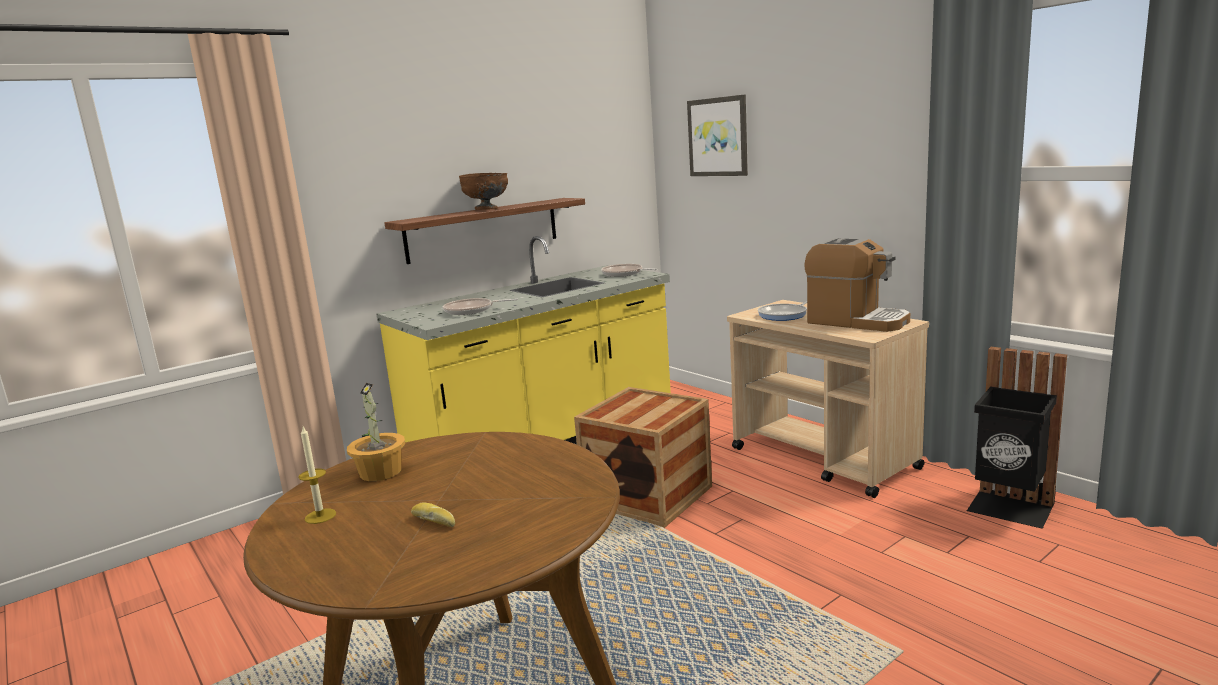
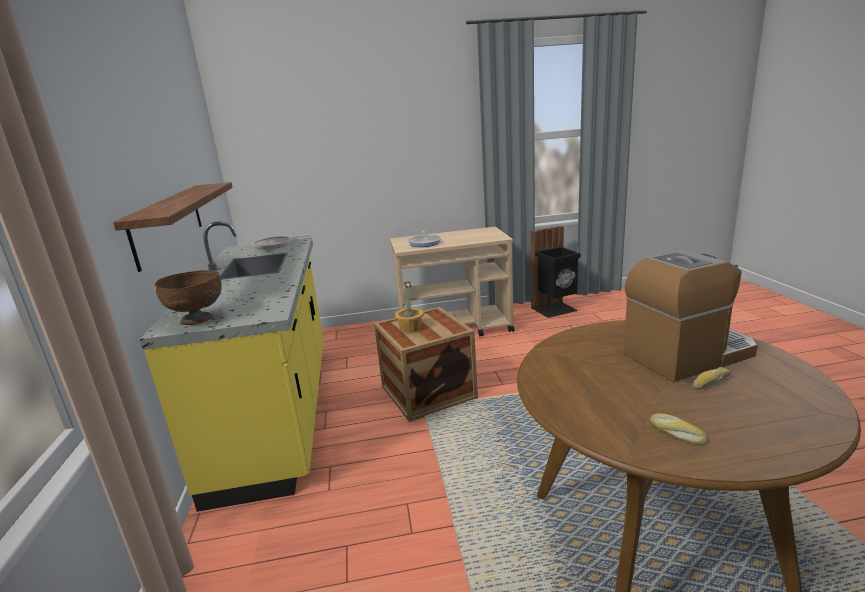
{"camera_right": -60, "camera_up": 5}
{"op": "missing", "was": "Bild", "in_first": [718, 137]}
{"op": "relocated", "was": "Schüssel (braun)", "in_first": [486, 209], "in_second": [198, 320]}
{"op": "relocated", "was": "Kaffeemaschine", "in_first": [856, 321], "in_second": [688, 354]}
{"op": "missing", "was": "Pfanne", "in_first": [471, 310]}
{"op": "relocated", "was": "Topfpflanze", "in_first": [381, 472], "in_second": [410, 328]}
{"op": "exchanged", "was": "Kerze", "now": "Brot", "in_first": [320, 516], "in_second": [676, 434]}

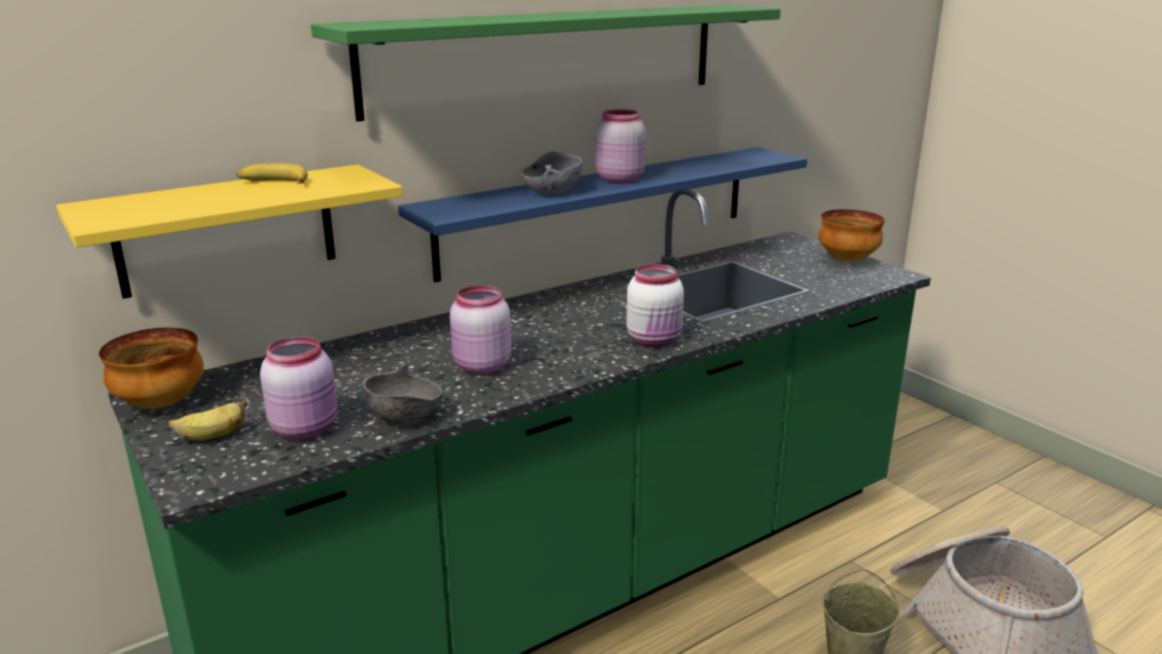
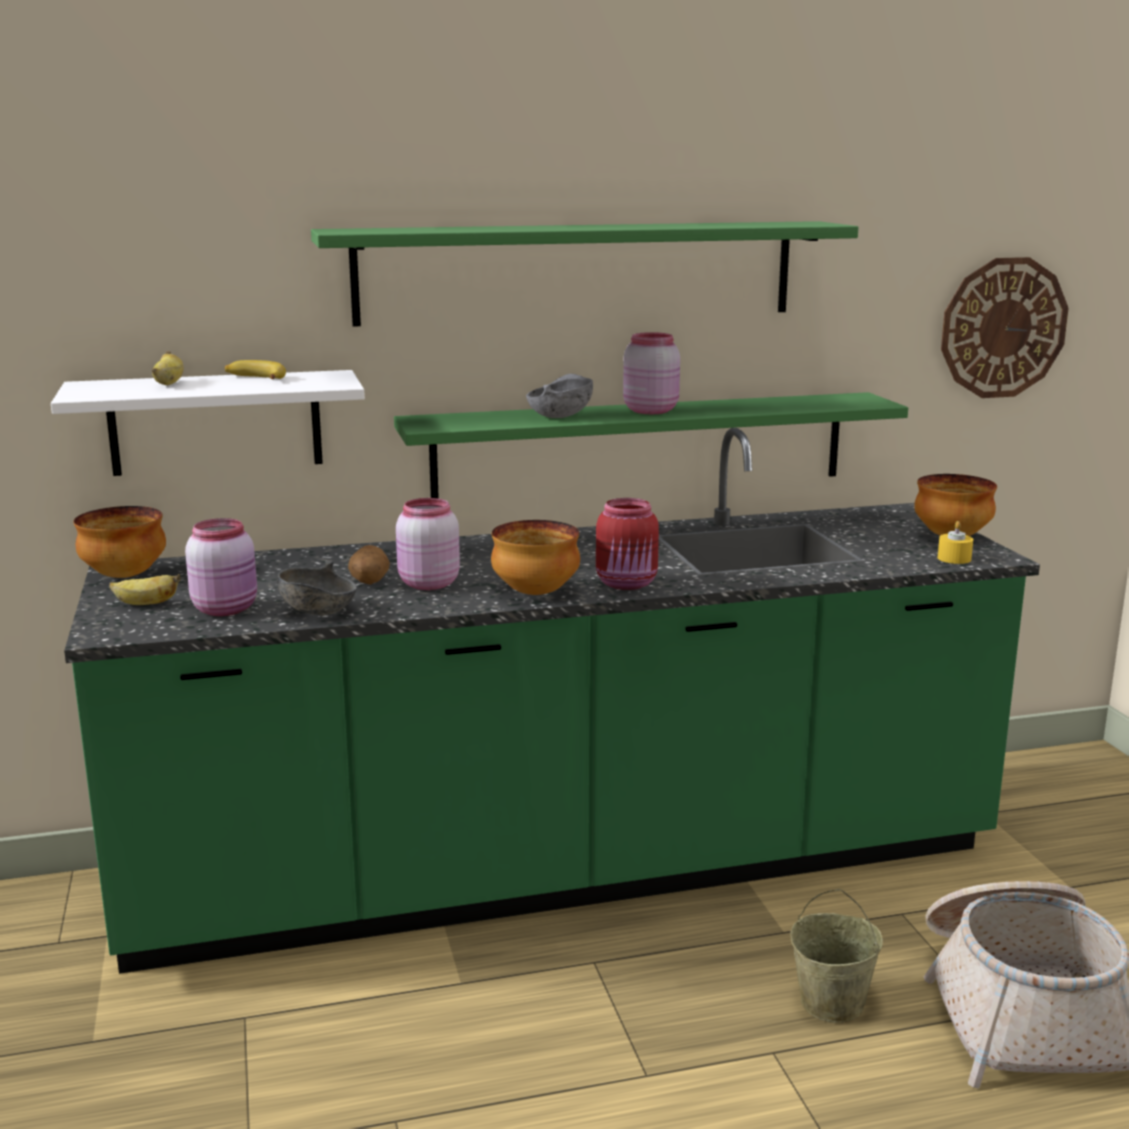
{"camera_right": 20, "camera_up": -5}
{"op": "colour", "was": "Wandregal (blau)", "now": "Wandregal (grün)", "in_first": [600, 209], "in_second": [641, 446]}
{"op": "colour", "was": "Wandregal (gelb)", "now": "Wandregal (weiß)", "in_first": [227, 230], "in_second": [215, 422]}
{"op": "colour", "was": "Vorratsglas (weiß)", "now": "Vorratsglas (rot)", "in_first": [655, 340], "in_second": [628, 584]}
{"op": "appeared", "now": "Wanduhr", "in_second": [1003, 328]}
{"op": "appeared", "now": "Banane", "in_second": [168, 384]}
{"op": "appeared", "now": "Schüssel", "in_second": [535, 593]}
{"op": "appeared", "now": "Kerze (gelb)", "in_second": [954, 558]}
{"op": "appeared", "now": "Kartoffel", "in_second": [369, 582]}

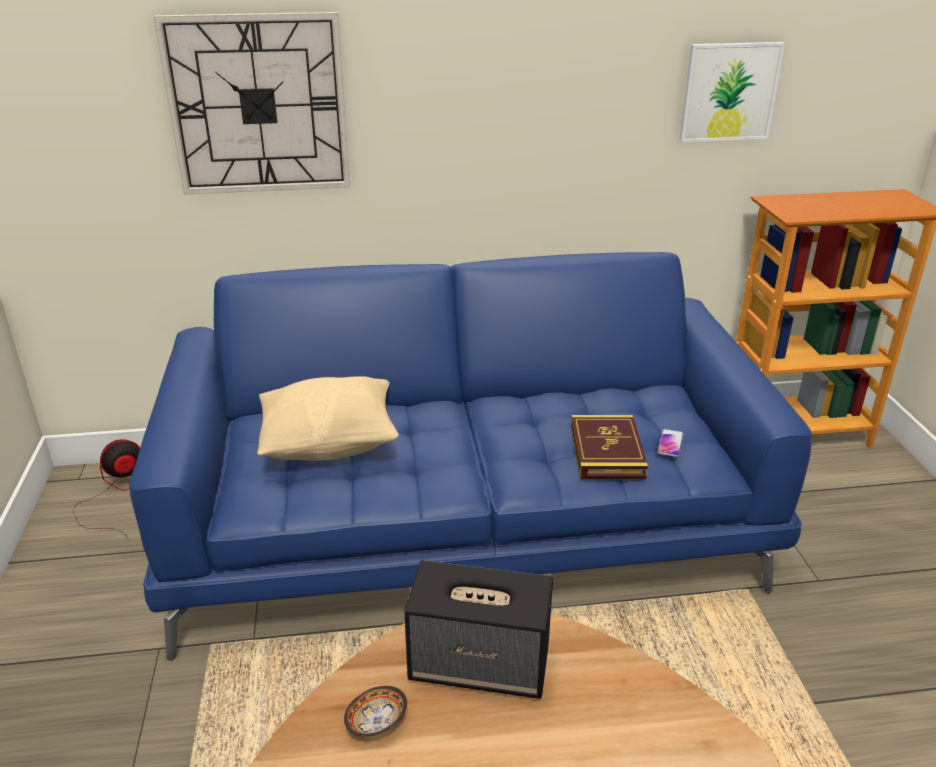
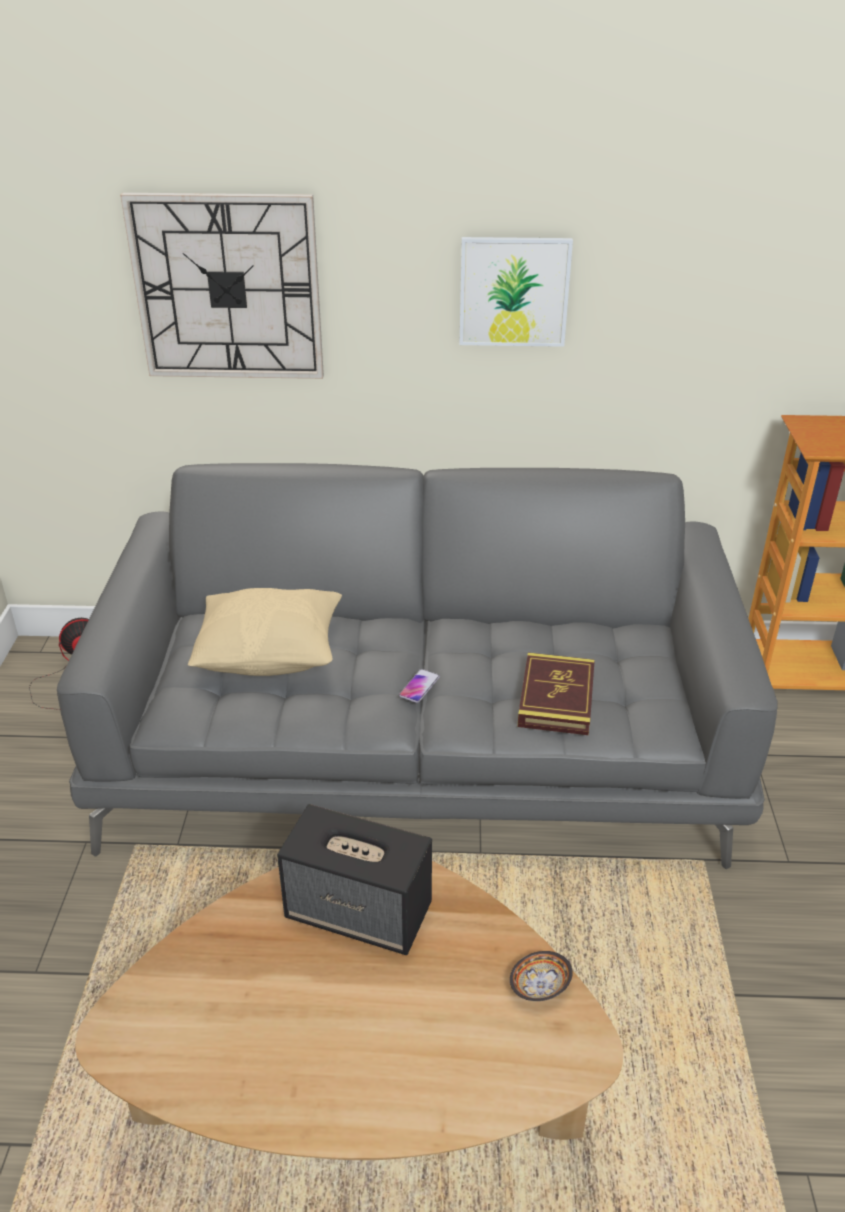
{"camera_right": 10, "camera_up": 5}
{"op": "relocated", "was": "Bild", "in_first": [729, 92], "in_second": [514, 292]}
{"op": "colour", "was": "Sofa (blau)", "now": "Sofa (grau)", "in_first": [467, 521], "in_second": [422, 745]}
{"op": "relocated", "was": "Handy", "in_first": [670, 443], "in_second": [419, 686]}
{"op": "relocated", "was": "Schüssel", "in_first": [376, 722], "in_second": [539, 986]}

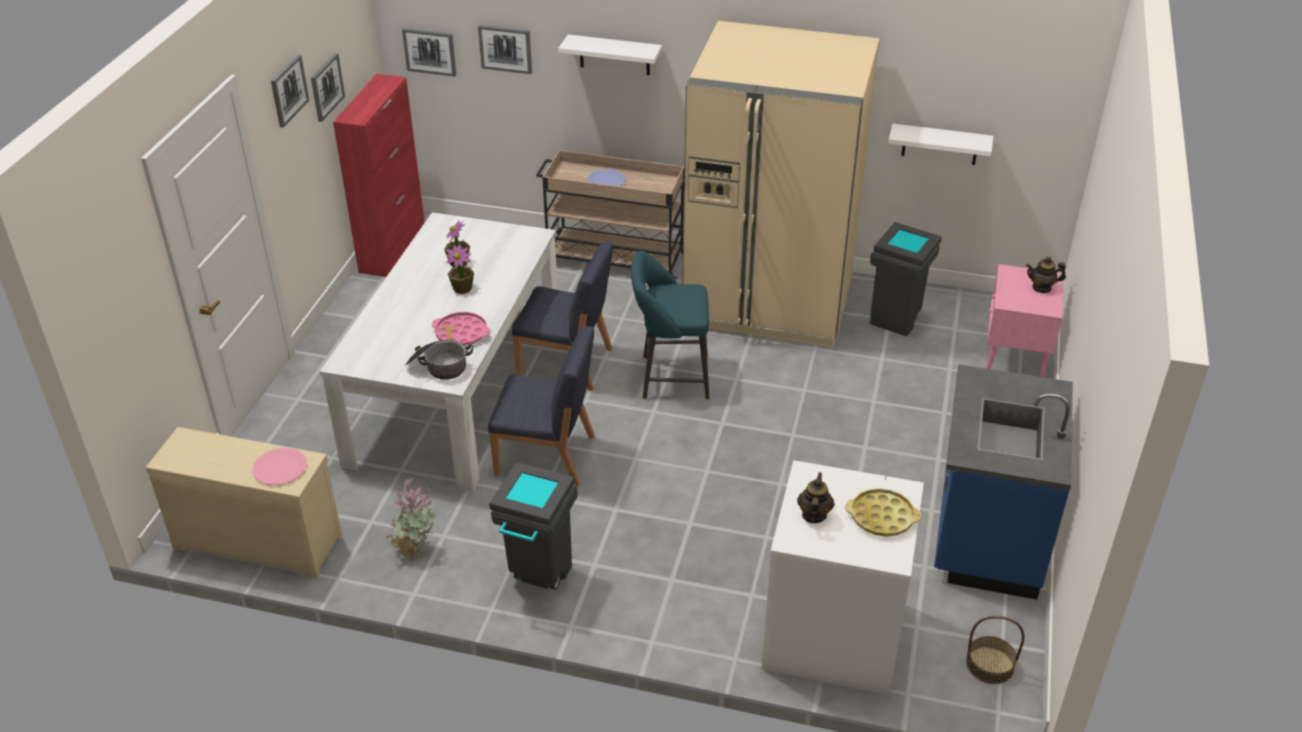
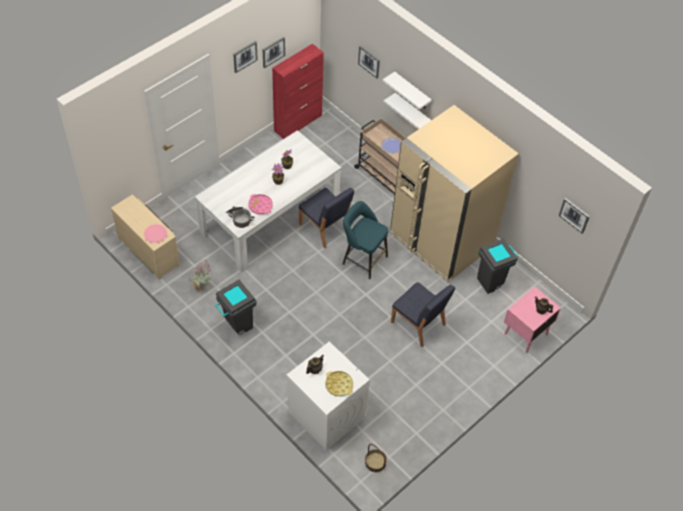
{"camera_right": 30, "camera_up": 15}
{"op": "relocated", "was": "Bild", "in_first": [430, 51], "in_second": [574, 215]}
{"op": "relocated", "was": "Wandregal (weiß)", "in_first": [940, 144], "in_second": [412, 112]}
{"op": "relocated", "was": "Stuhl (blau)", "in_first": [546, 456], "in_second": [418, 324]}
{"op": "missing", "was": "Küchenzeile (blau)", "in_first": [985, 536]}

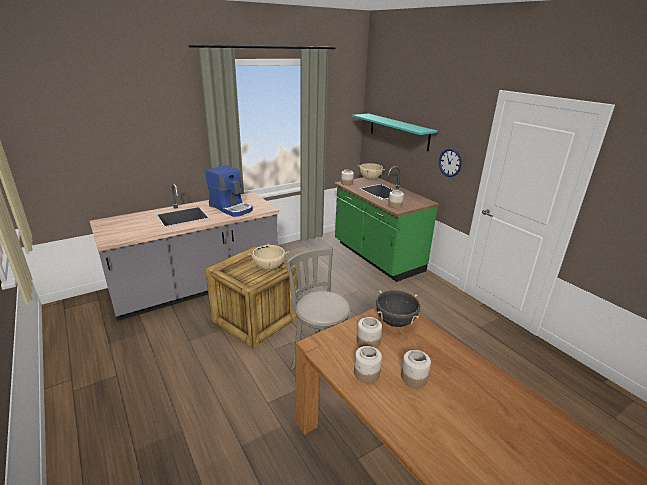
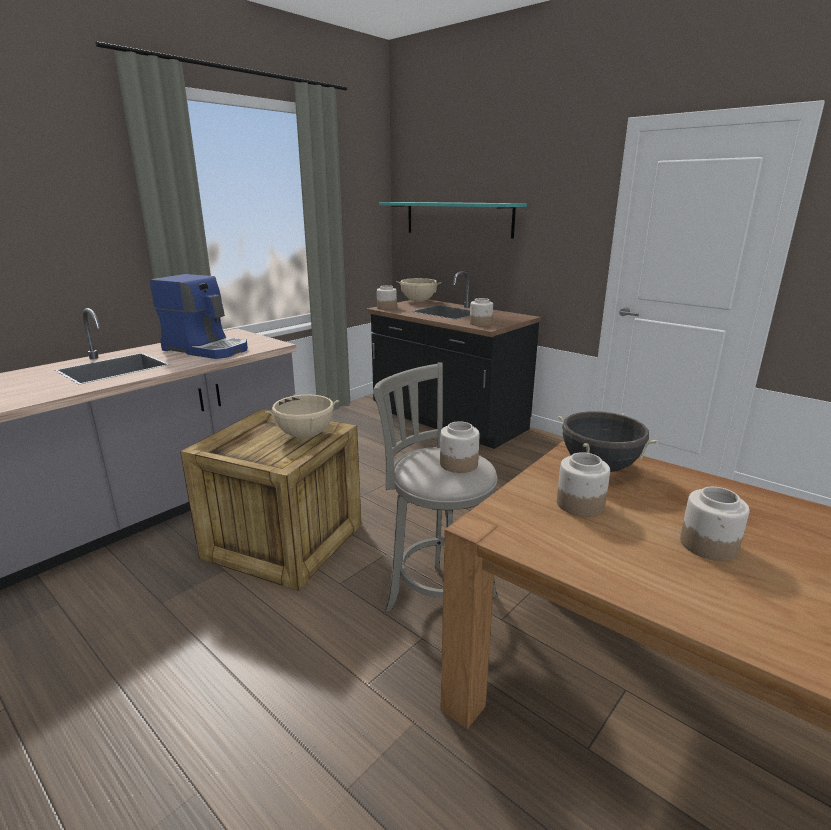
{"camera_right": -15, "camera_up": -5}
{"op": "missing", "was": "Wanduhr", "in_first": [450, 162]}
{"op": "colour", "was": "Küchenzeile (grün)", "now": "Küchenzeile (schwarz)", "in_first": [377, 257], "in_second": [447, 421]}
{"op": "relocated", "was": "Vorratsglas", "in_first": [366, 373], "in_second": [459, 464]}

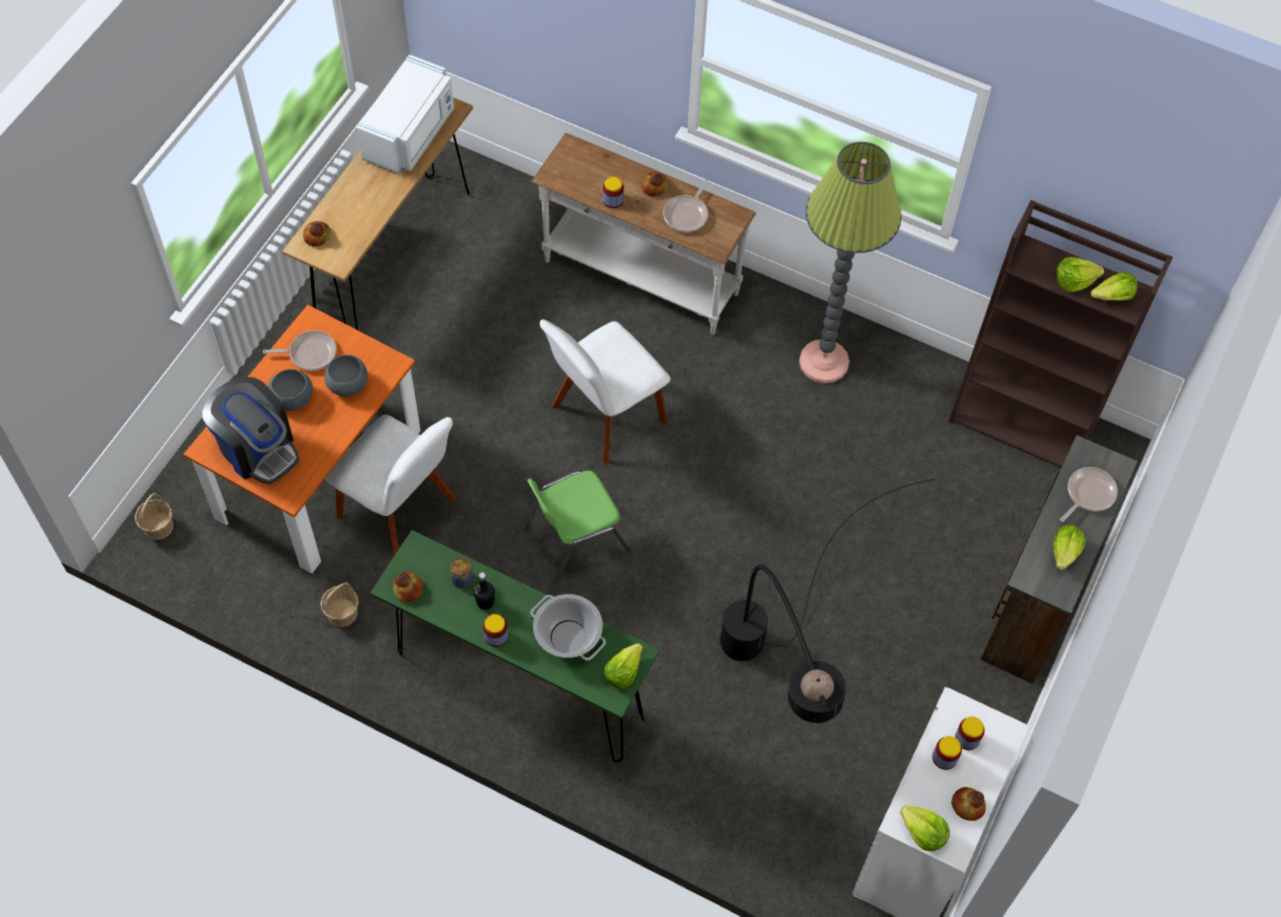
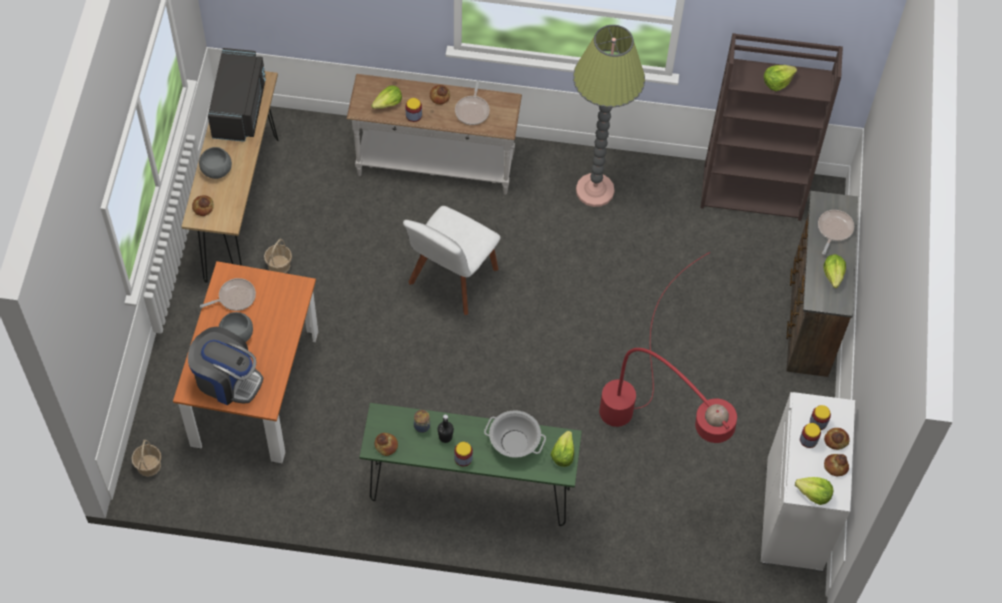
{"camera_right": -20, "camera_up": 0}
{"op": "colour", "was": "Mikrowelle (weiß)", "now": "Mikrowelle (schwarz)", "in_first": [411, 134], "in_second": [240, 108]}
{"op": "relocated", "was": "Salatkopf", "in_first": [1113, 296], "in_second": [388, 104]}
{"op": "relocated", "was": "Schüssel (grau)", "in_first": [348, 384], "in_second": [216, 169]}
{"op": "missing", "was": "Stuhl (weiß)", "in_first": [400, 511]}
{"op": "missing", "was": "Stuhl (grün)", "in_first": [574, 539]}
{"op": "colour", "was": "Stehlampe (schwarz)", "now": "Stehlampe (rot)", "in_first": [781, 683], "in_second": [655, 432]}
{"op": "relocated", "was": "Korb", "in_first": [342, 613], "in_second": [279, 265]}
{"op": "appeared", "now": "Brot", "in_second": [836, 440]}

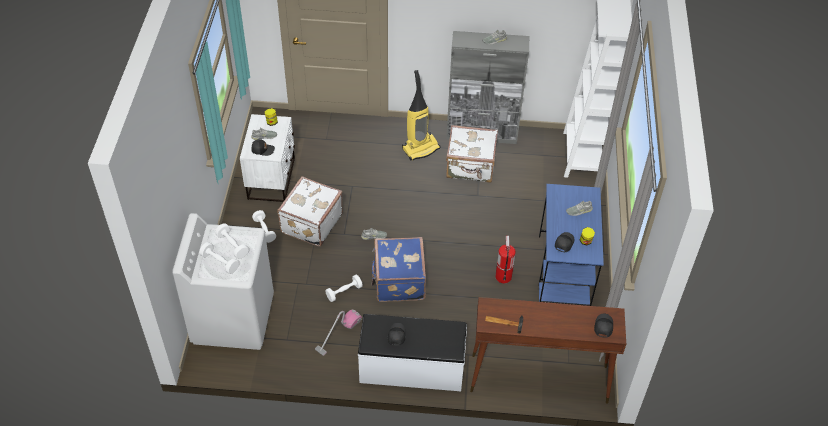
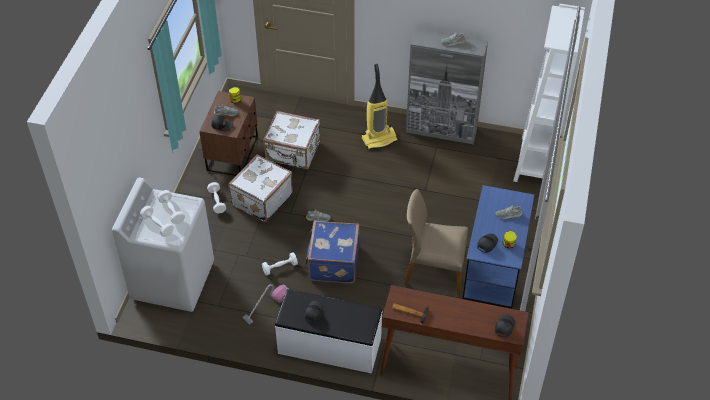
{"camera_right": 10, "camera_up": 0}
{"op": "colour", "was": "Nachttisch (weiß)", "now": "Nachttisch (braun)", "in_first": [272, 178], "in_second": [233, 153]}
{"op": "relocated", "was": "Koffer (weiß)", "in_first": [471, 166], "in_second": [293, 152]}
{"op": "exchanged", "was": "Feuerlöscher", "now": "Stuhl (beige)", "in_first": [503, 276], "in_second": [434, 270]}

